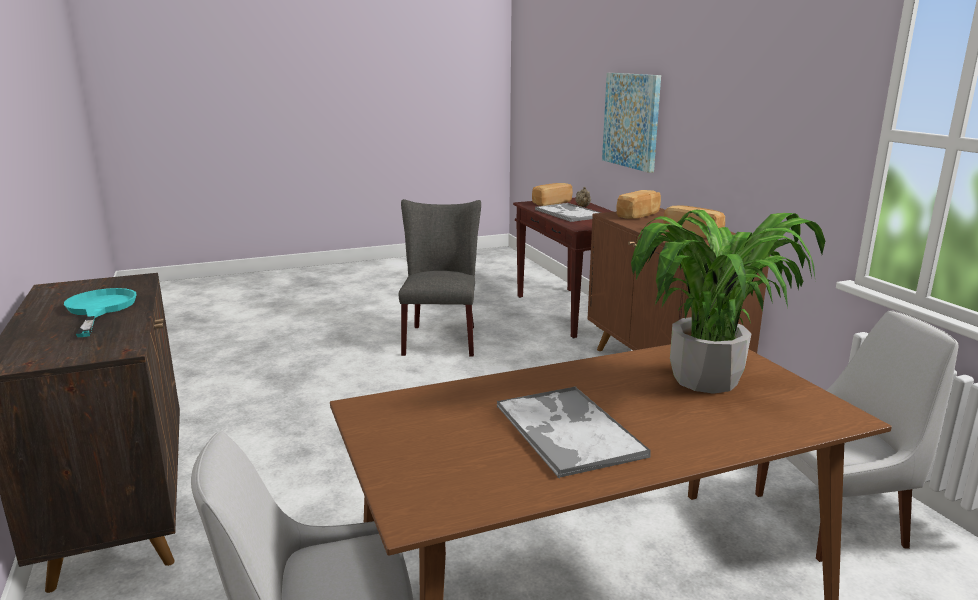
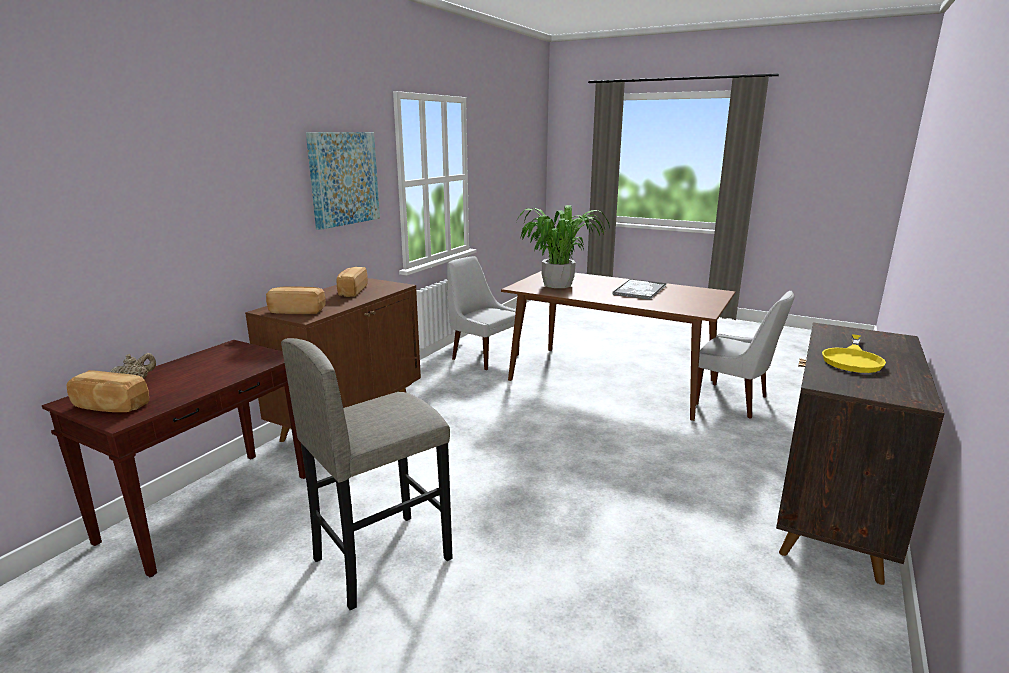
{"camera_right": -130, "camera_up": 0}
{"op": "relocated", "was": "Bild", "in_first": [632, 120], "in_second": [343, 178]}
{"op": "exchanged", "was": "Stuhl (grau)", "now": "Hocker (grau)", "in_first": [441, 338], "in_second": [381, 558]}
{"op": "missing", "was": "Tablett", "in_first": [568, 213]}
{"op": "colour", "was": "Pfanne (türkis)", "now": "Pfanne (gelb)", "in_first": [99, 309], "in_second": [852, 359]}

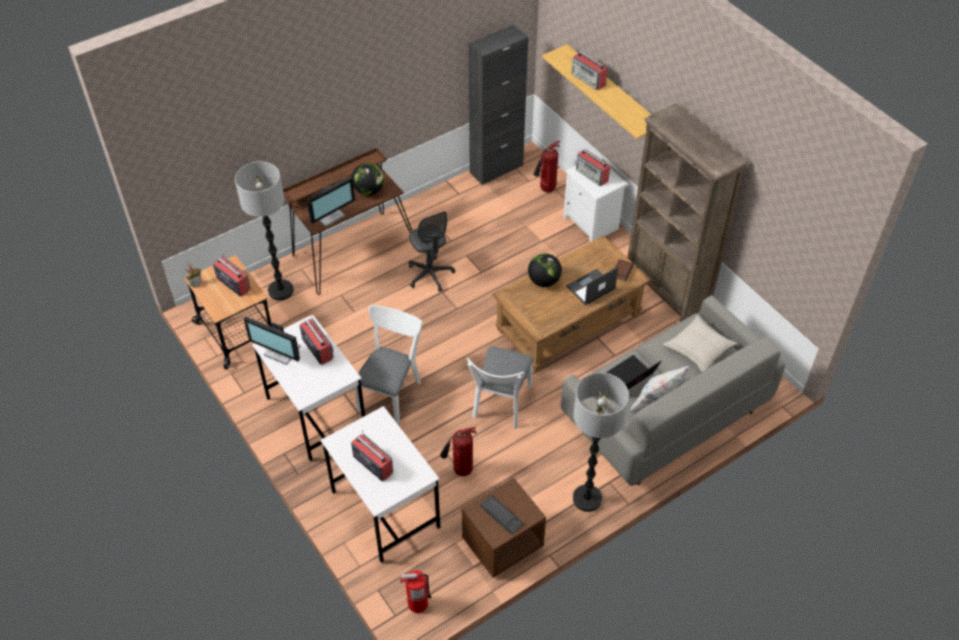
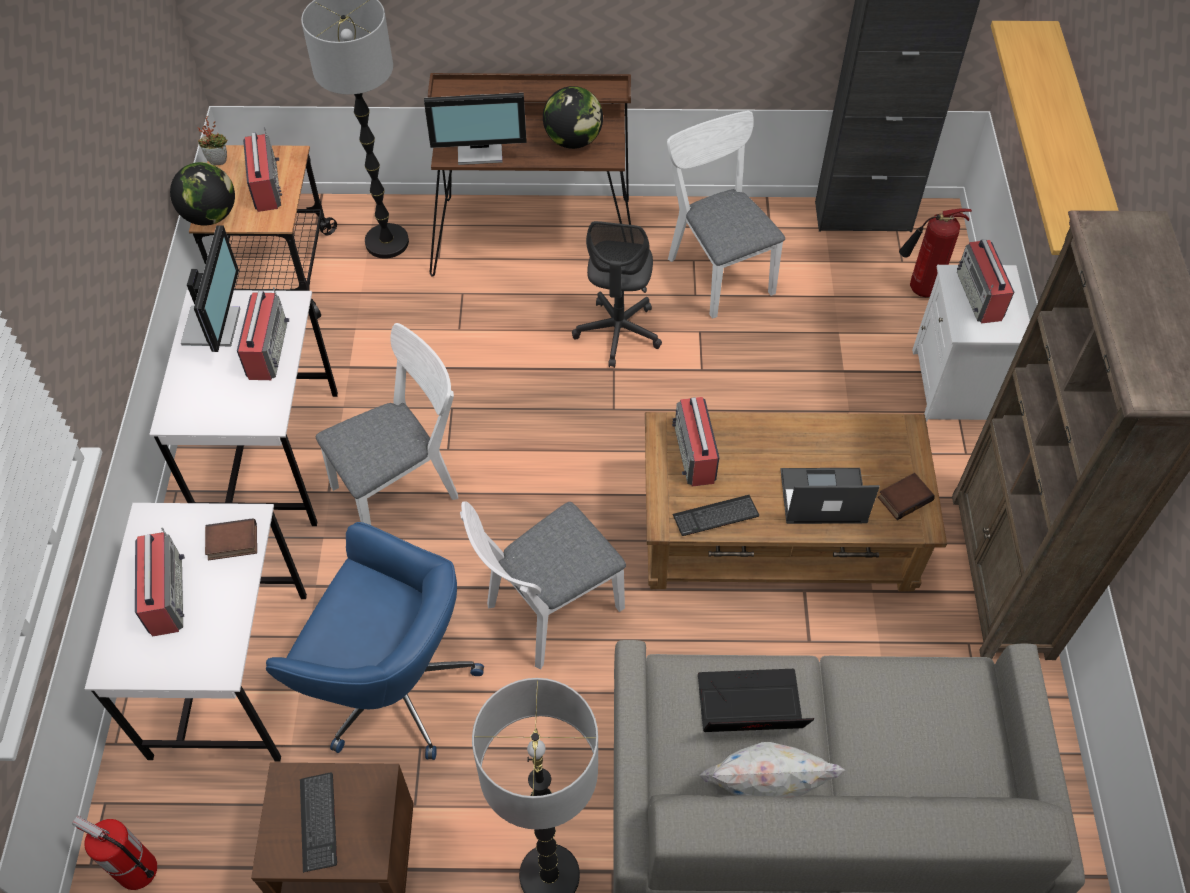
{"camera_right": 35, "camera_up": 5}
{"op": "relocated", "was": "Radio", "in_first": [588, 80], "in_second": [695, 455]}
{"op": "relocated", "was": "Globus", "in_first": [544, 281], "in_second": [210, 216]}
{"op": "missing", "was": "Kissen (beige)", "in_first": [699, 349]}
{"op": "spun", "was": "Monitor", "in_first": [282, 352], "in_second": [214, 326], "clockwise": -150}
{"op": "exchanged", "was": "Feuerlöscher", "now": "Bürostuhl (blau)", "in_first": [460, 471], "in_second": [391, 685]}
{"op": "appeared", "now": "Stuhl (weiß)", "in_second": [717, 269]}
{"op": "appeared", "now": "Tastatur", "in_second": [715, 516]}
{"op": "appeared", "now": "Buch", "in_second": [231, 543]}

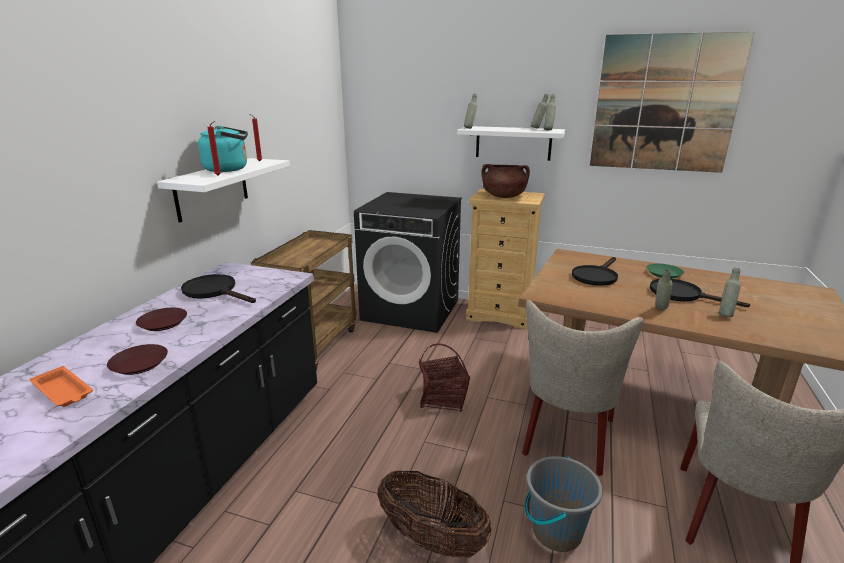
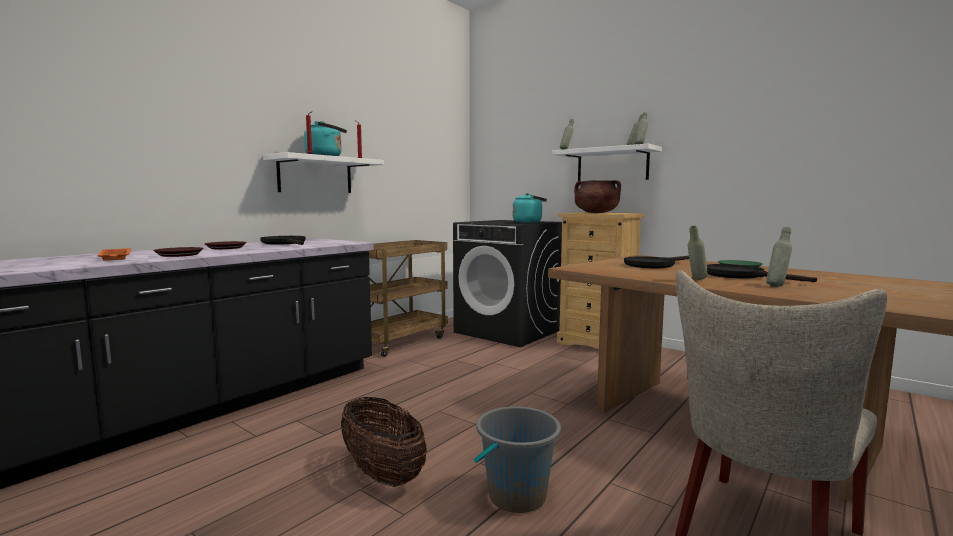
{"camera_right": 20, "camera_up": -15}
{"op": "missing", "was": "Bild", "in_first": [664, 104]}
{"op": "missing", "was": "Stuhl (beige)", "in_first": [566, 440]}
{"op": "missing", "was": "Korb", "in_first": [443, 398]}
{"op": "appeared", "now": "Wasserkessel (türkis)", "in_second": [529, 222]}

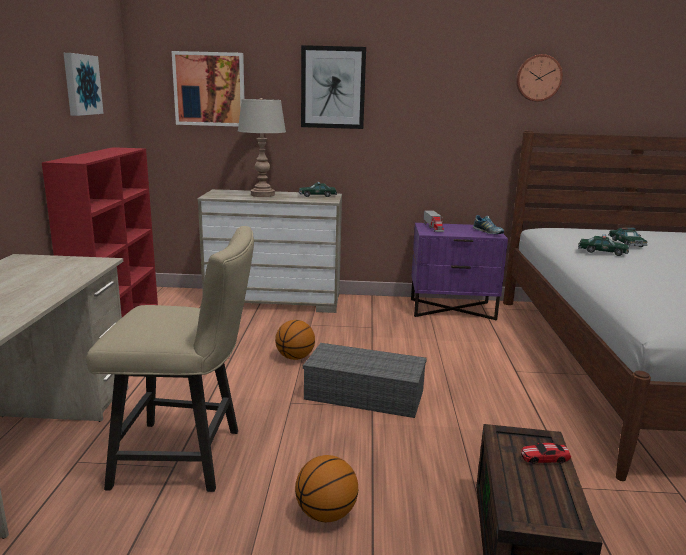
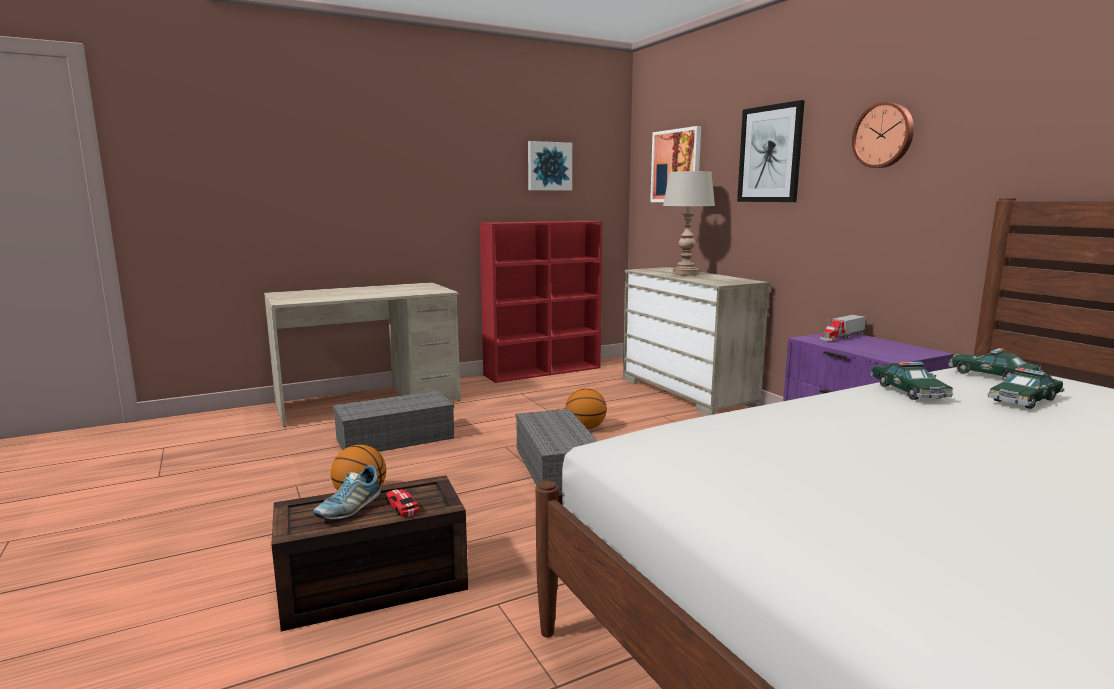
{"camera_right": 60, "camera_up": -5}
{"op": "relocated", "was": "Wanduhr", "in_first": [538, 78], "in_second": [884, 135]}
{"op": "relocated", "was": "Spielzeugauto", "in_first": [317, 195], "in_second": [992, 375]}
{"op": "relocated", "was": "Schuh", "in_first": [488, 232], "in_second": [349, 508]}
{"op": "exchanged", "was": "Stuhl (beige)", "now": "Aufbewahrungsbox (grau)", "in_first": [188, 457], "in_second": [394, 439]}

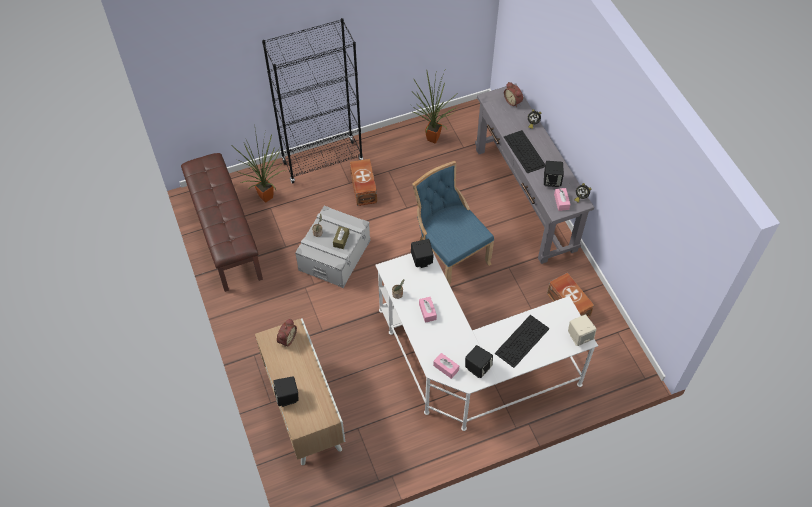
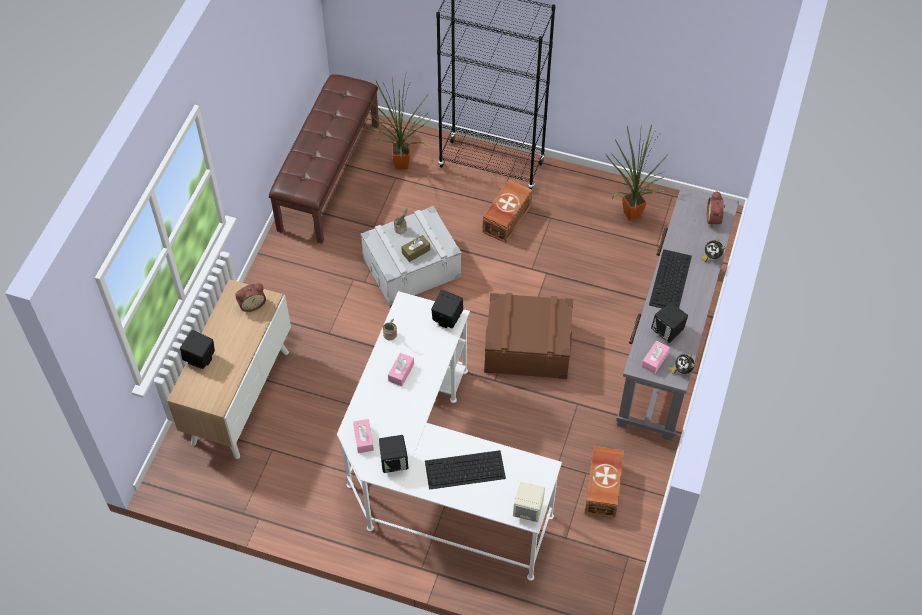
{"camera_right": 40, "camera_up": 0}
{"op": "exchanged", "was": "Stuhl (blau)", "now": "Aufbewahrungsbox (braun)", "in_first": [449, 254], "in_second": [528, 347]}

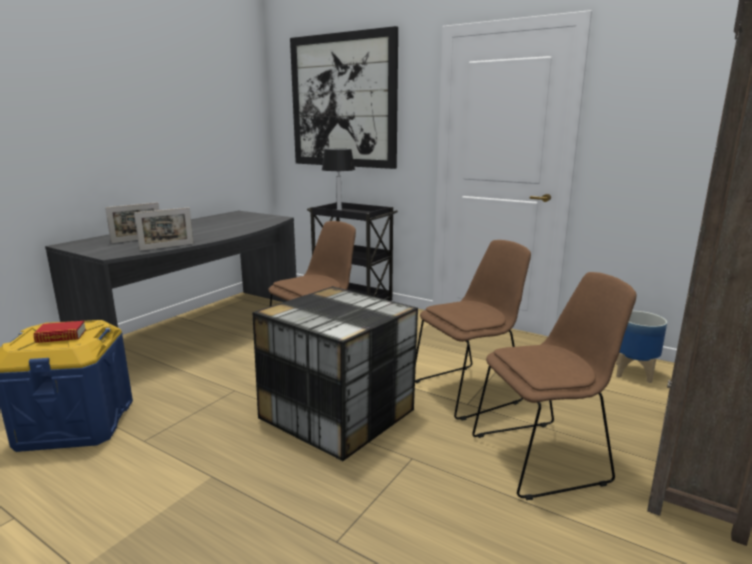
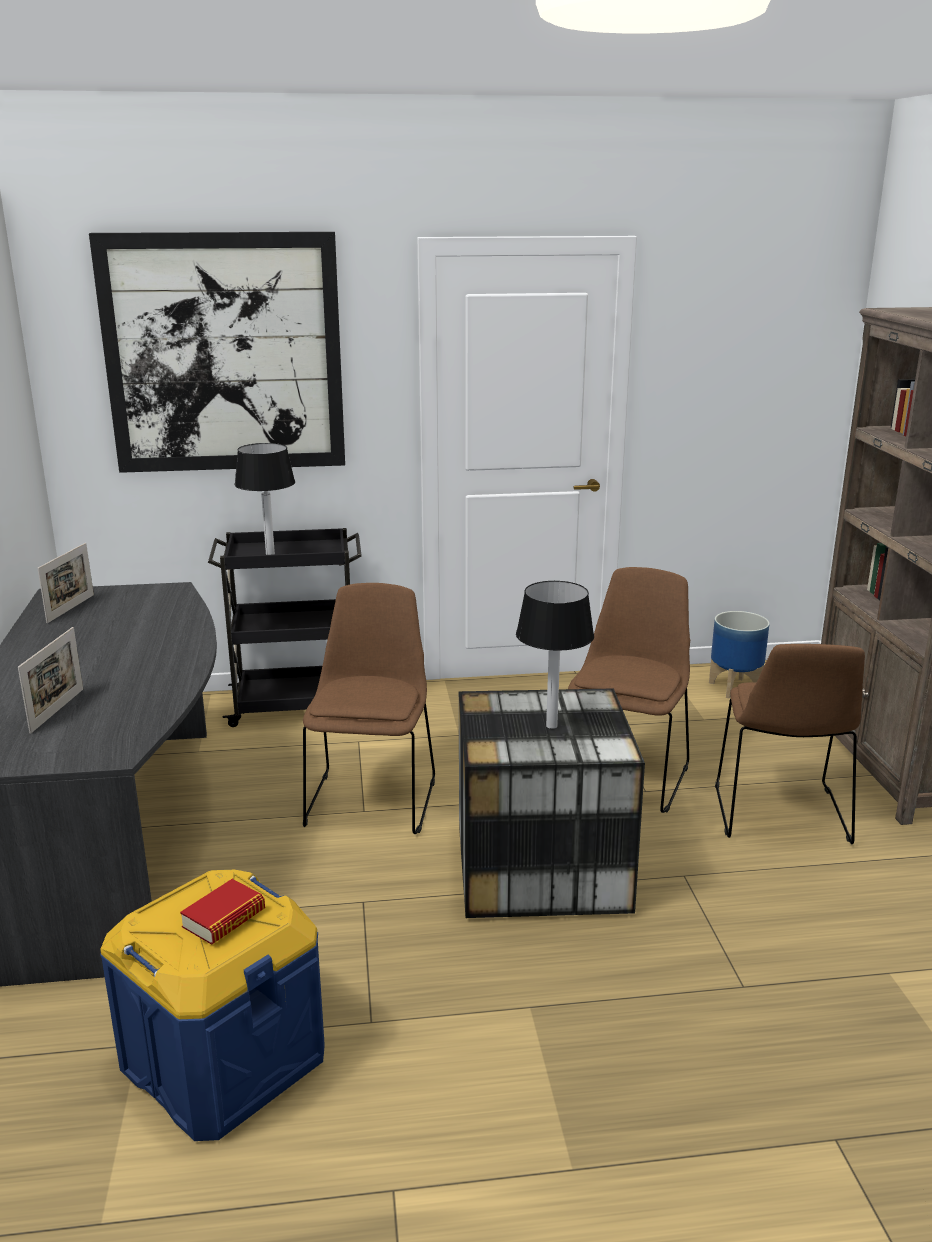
{"camera_right": -40, "camera_up": 5}
{"op": "relocated", "was": "Bilderrahmen", "in_first": [167, 247], "in_second": [70, 608]}
{"op": "spun", "was": "Stuhl (braun)", "in_first": [543, 457], "in_second": [780, 816], "clockwise": 150}
{"op": "appeared", "now": "Tischlampe", "in_second": [551, 725]}

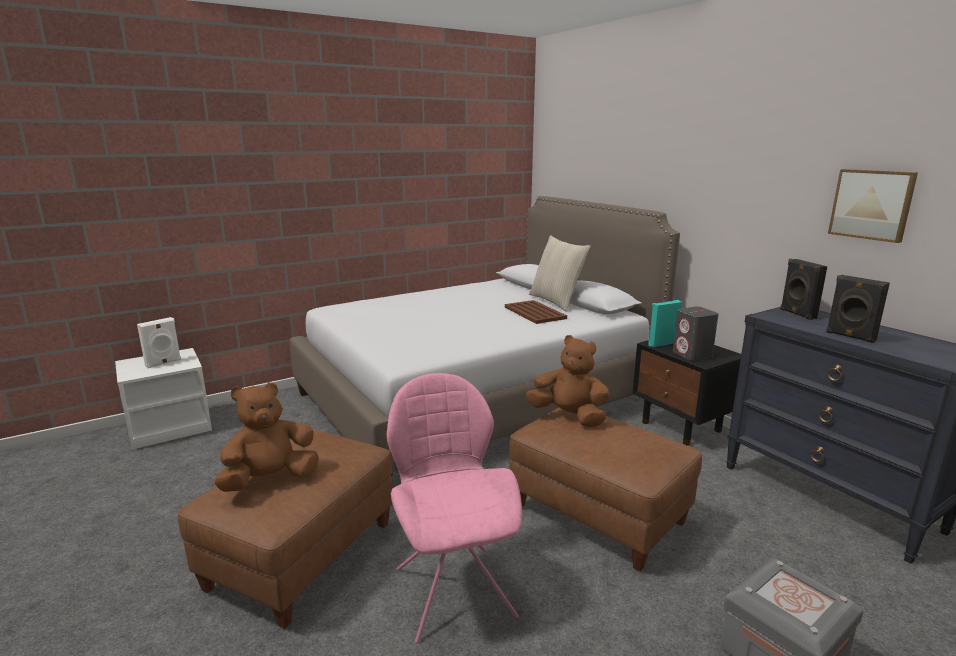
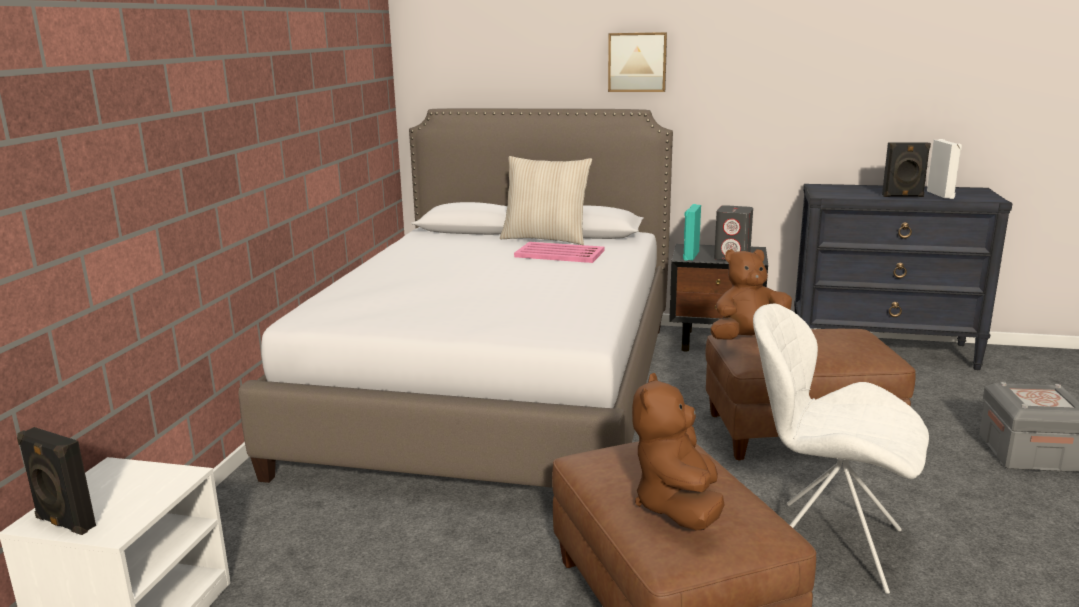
{"camera_right": -45, "camera_up": 0}
{"op": "relocated", "was": "Bild", "in_first": [872, 204], "in_second": [637, 62]}
{"op": "relocated", "was": "Lautsprecher (schwarz)", "in_first": [797, 314], "in_second": [64, 523]}
{"op": "colour", "was": "Tablett (braun)", "now": "Tablett (rosa)", "in_first": [535, 313], "in_second": [560, 254]}
{"op": "relocated", "was": "Lautsprecher (weiß)", "in_first": [163, 363], "in_second": [941, 194]}
{"op": "colour", "was": "Stuhl (rosa)", "now": "Stuhl (weiß)", "in_first": [453, 588], "in_second": [826, 543]}

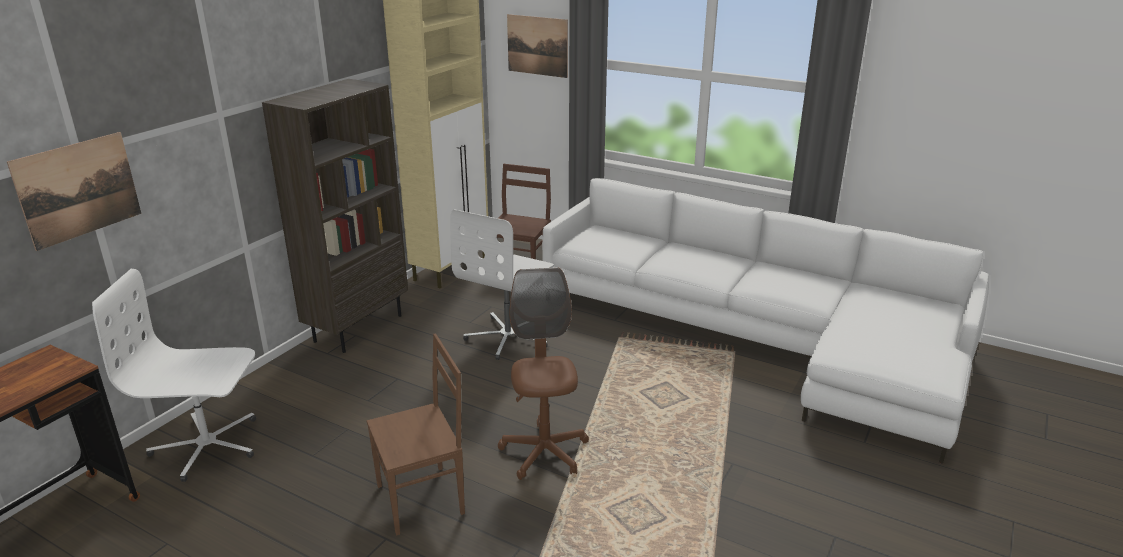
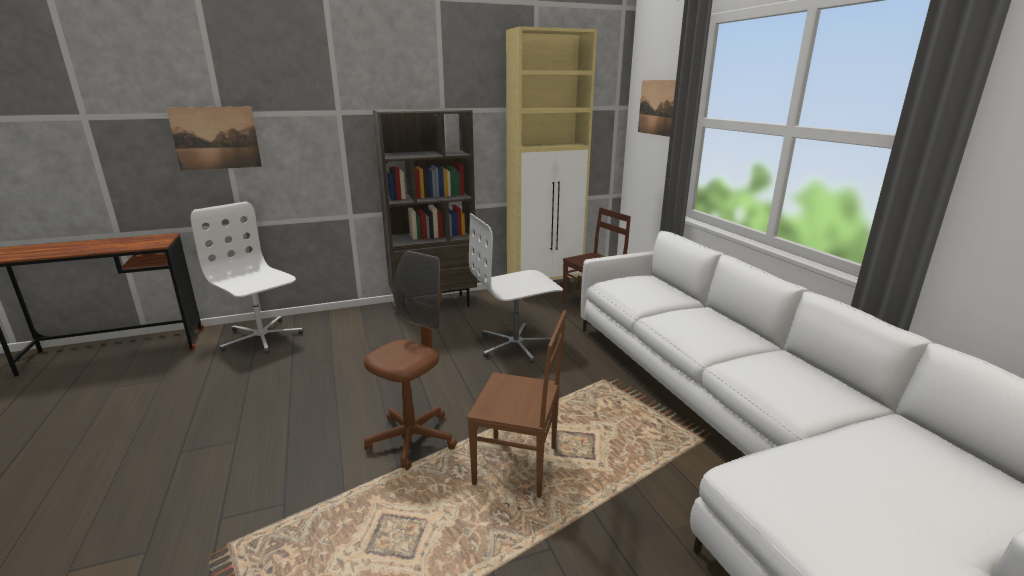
{"camera_right": 40, "camera_up": -5}
{"op": "relocated", "was": "Stuhl (braun)", "in_first": [422, 500], "in_second": [517, 467]}

